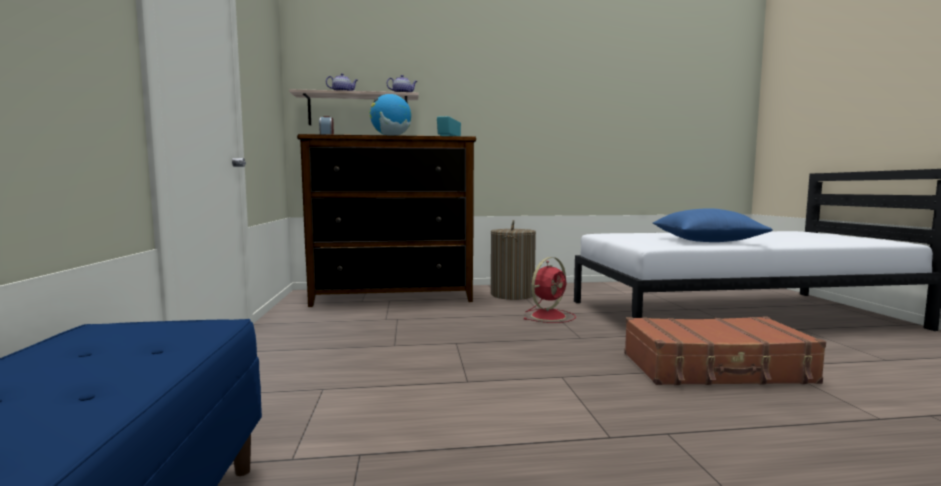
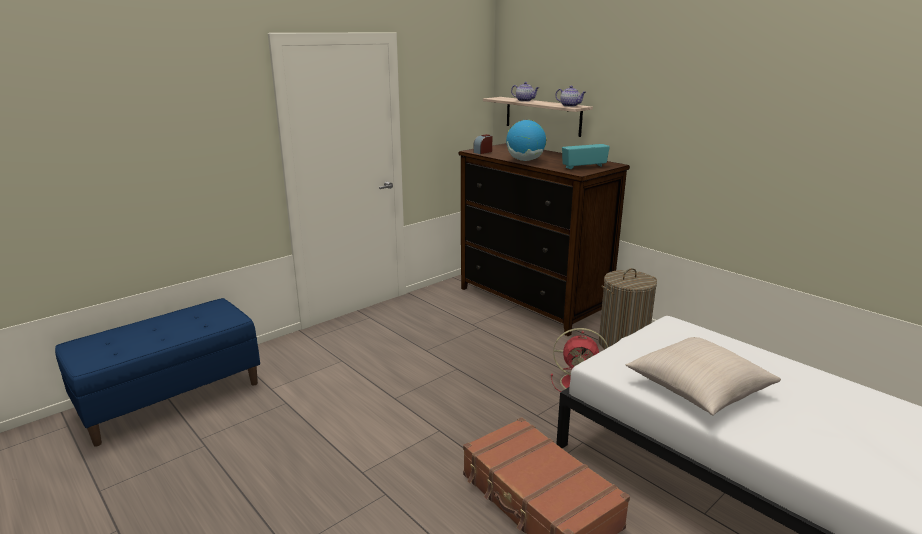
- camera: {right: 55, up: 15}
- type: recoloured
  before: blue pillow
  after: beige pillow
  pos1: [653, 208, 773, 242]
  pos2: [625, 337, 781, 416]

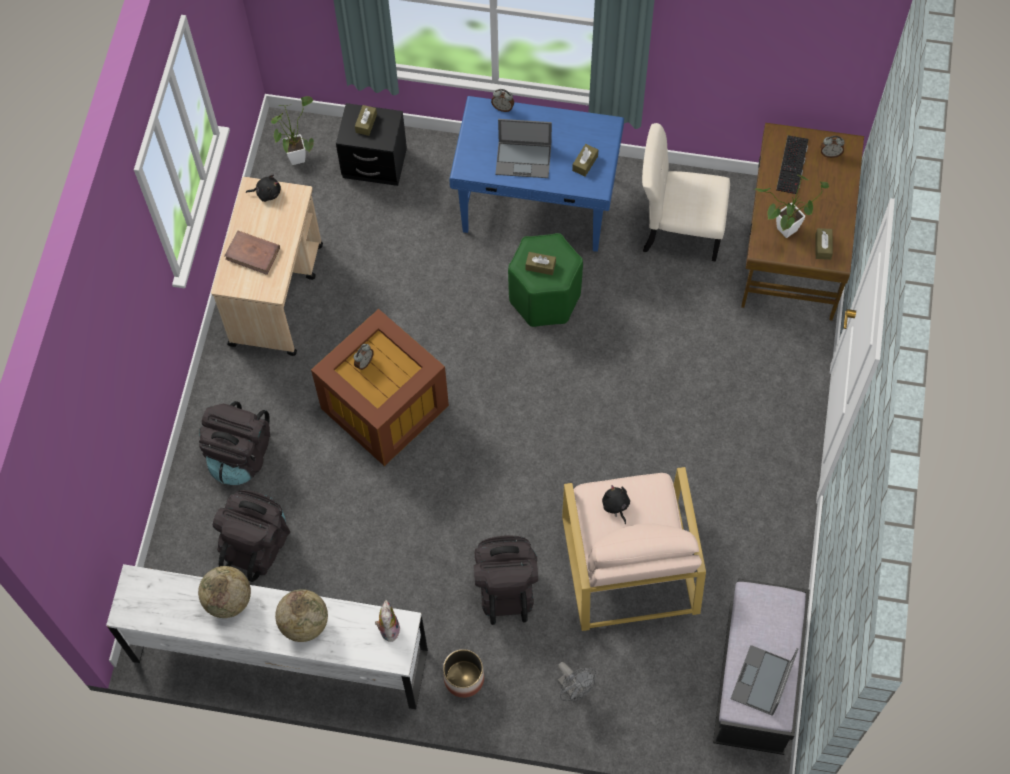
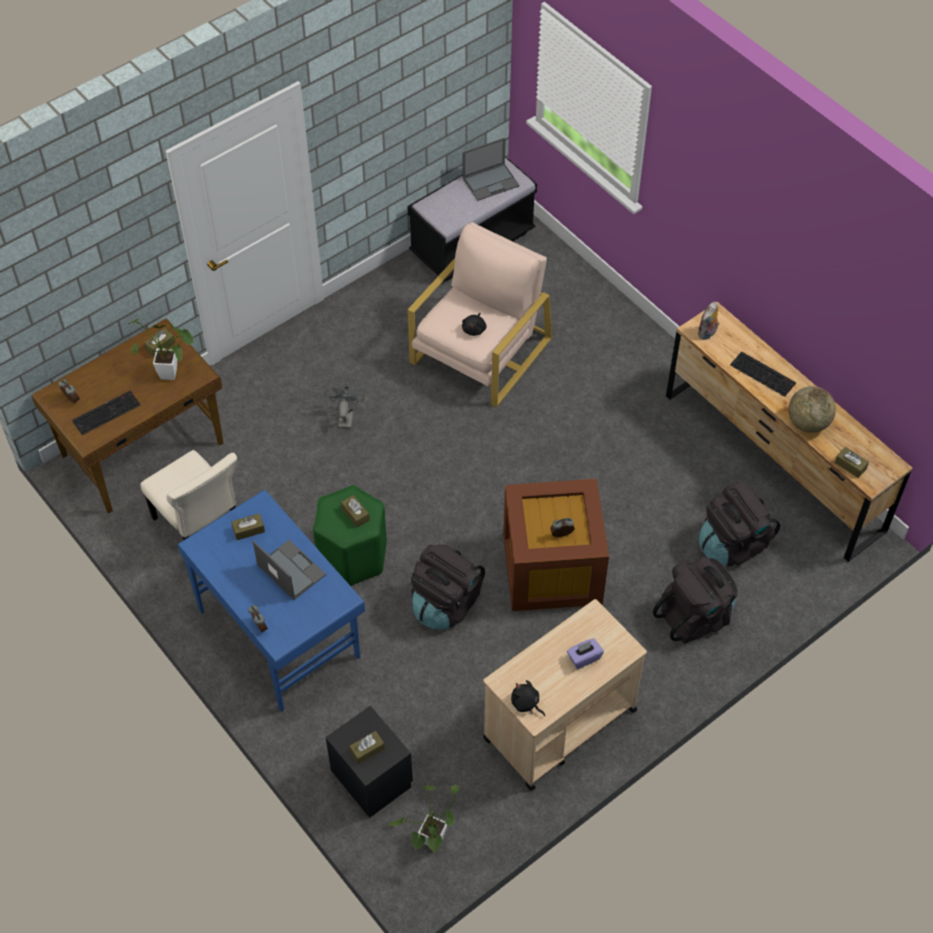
- camera: {right: -140, up: -10}
- type: recoloured
  before: white dresser
  after: brown dresser
  pos1: [106, 564, 428, 709]
  pos2: [666, 302, 912, 562]
- type: replaced
  before: brown book
  after: purple tissue box
  pos1: [224, 231, 280, 275]
  pos2: [567, 638, 604, 669]
- type: replaced
  before: globe
  after: keyboard
  pos1: [275, 589, 328, 642]
  pos2: [730, 351, 796, 397]
- type: removed
  before: planter
  pos1: [443, 649, 484, 698]
- type: moved
  before: black backpack
  pos1: [474, 536, 538, 625]
  pos2: [411, 544, 485, 630]
- type: moved
  before: grey fan
  pos1: [557, 662, 596, 701]
  pos2: [326, 383, 364, 429]
- type: added
  after: brown tissue box
  pos2: [835, 447, 869, 478]

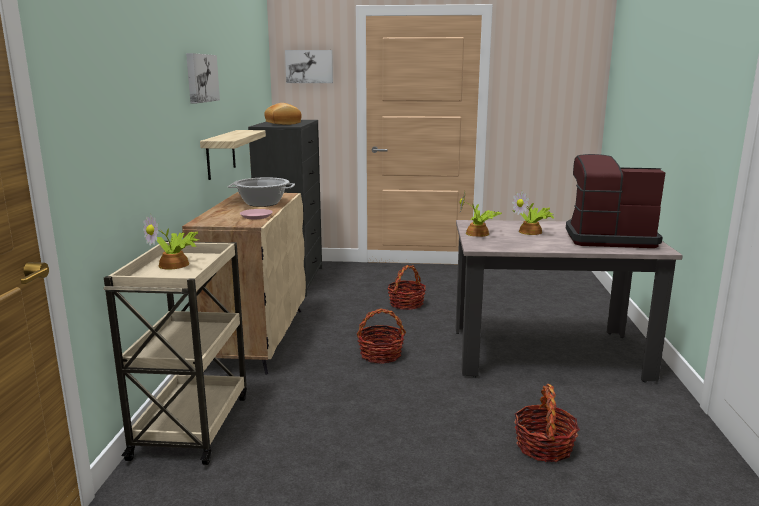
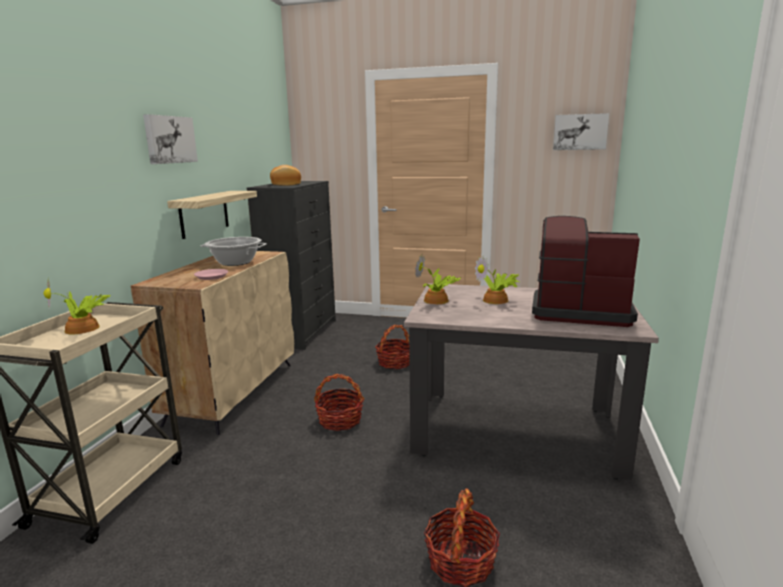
- camera: {right: 10, up: 0}
- type: moved
  before: picture
  pos1: [285, 50, 333, 83]
  pos2: [553, 113, 609, 150]

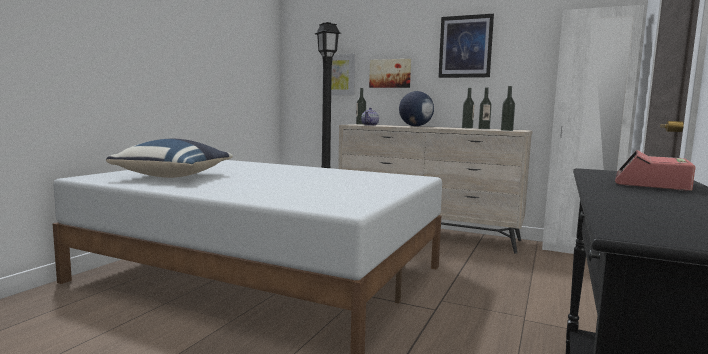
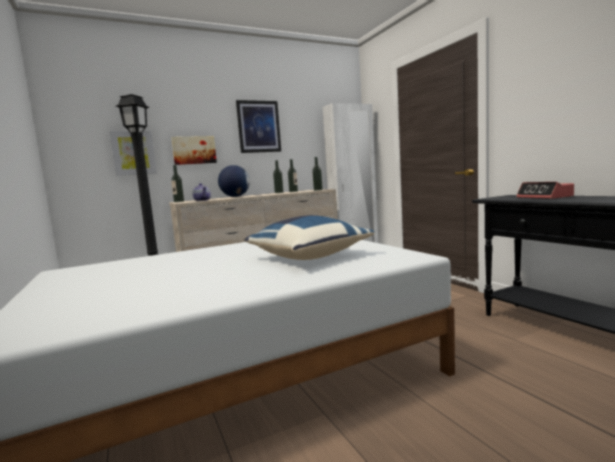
- camera: {right: -50, up: 0}
- type: moved
  before: blue pillow
  pos1: [106, 139, 233, 178]
  pos2: [245, 215, 374, 260]

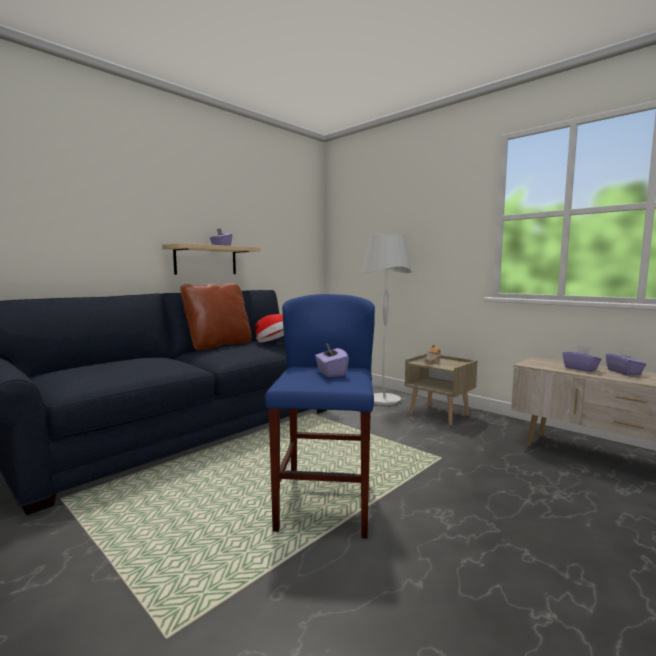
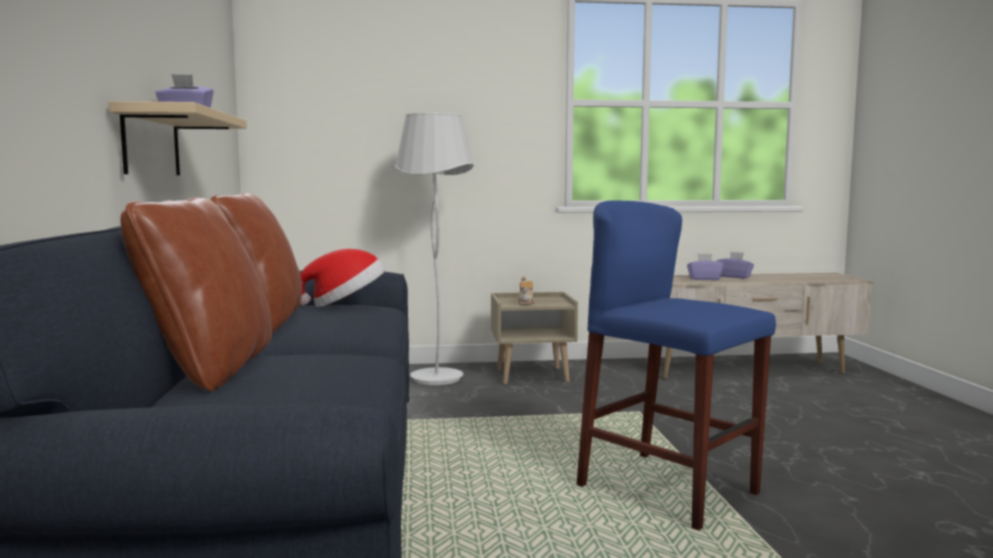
- camera: {right: -50, up: 0}
- type: removed
  before: purple tissue box
  pos1: [315, 343, 349, 377]
- type: added
  after: brown pillow
  pos2: [120, 198, 272, 392]

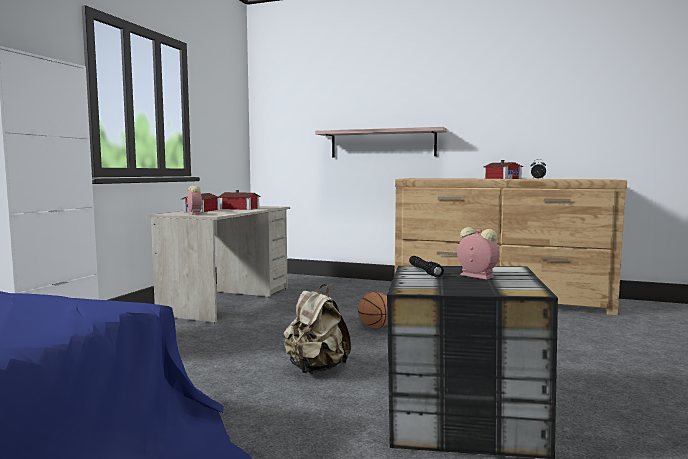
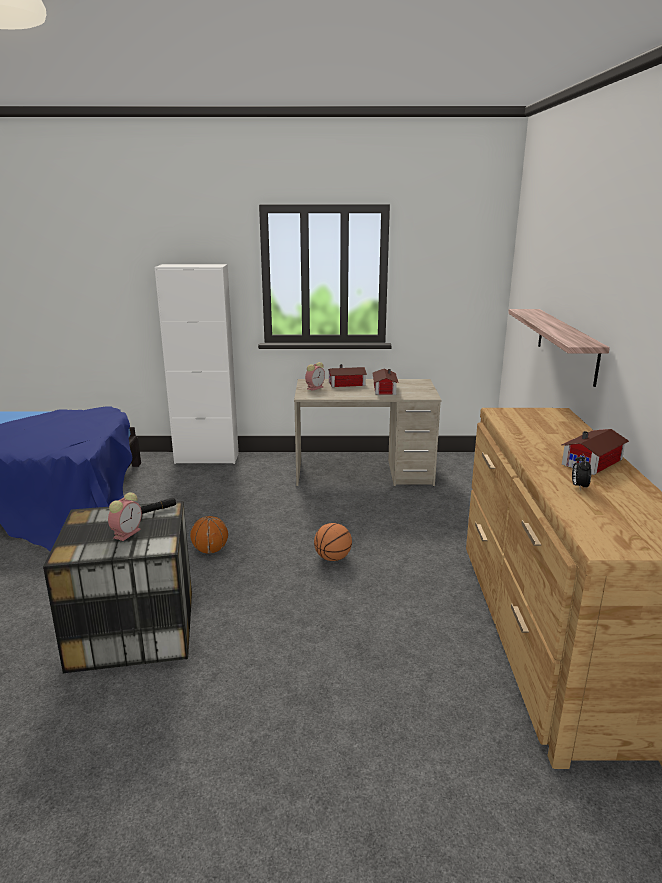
- camera: {right: 70, up: 15}
- type: replaced
  before: beige backpack
  after: basketball
  pos1: [284, 284, 351, 373]
  pos2: [190, 516, 228, 554]

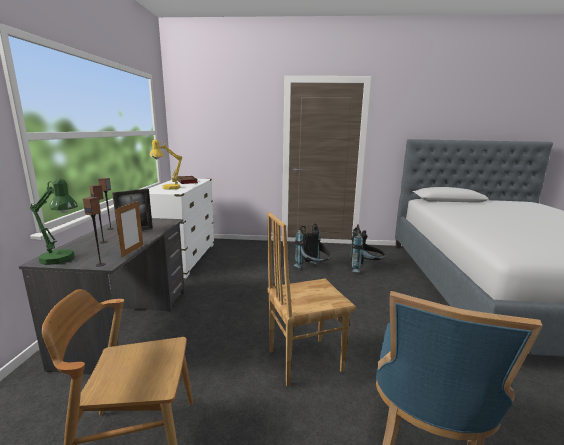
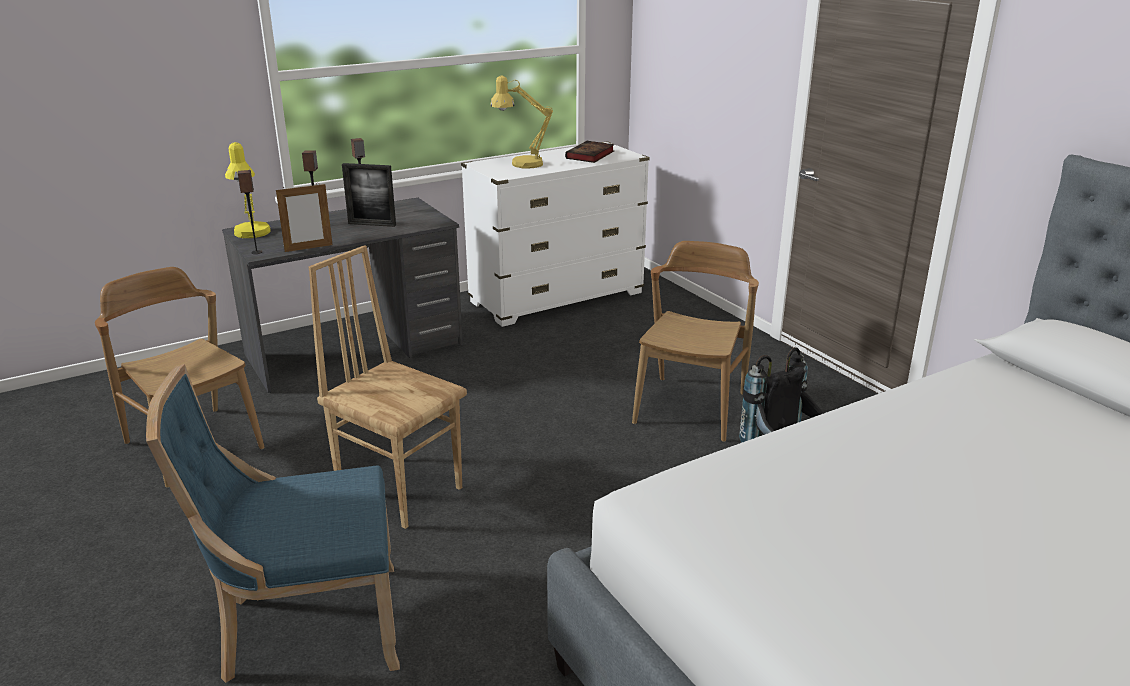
- camera: {right: 55, up: 10}
- type: recoloured
  before: green table lamp
  after: yellow table lamp
  pos1: [30, 179, 78, 265]
  pos2: [225, 142, 270, 238]
- type: replaced
  before: black backpack
  after: brown chair
  pos1: [294, 223, 331, 269]
  pos2: [632, 241, 759, 442]

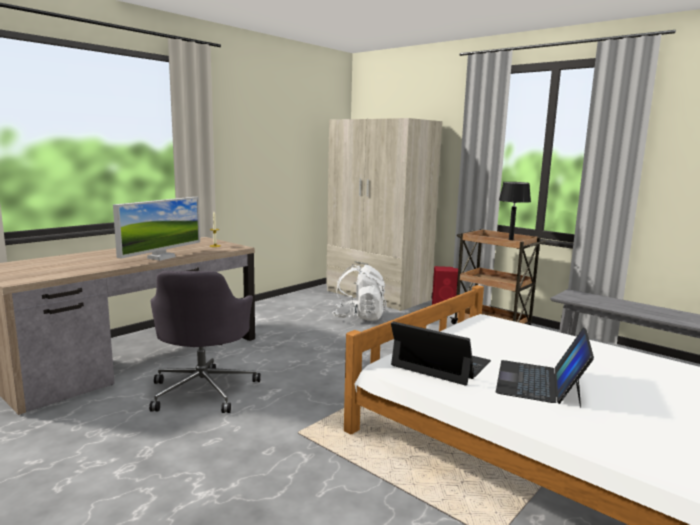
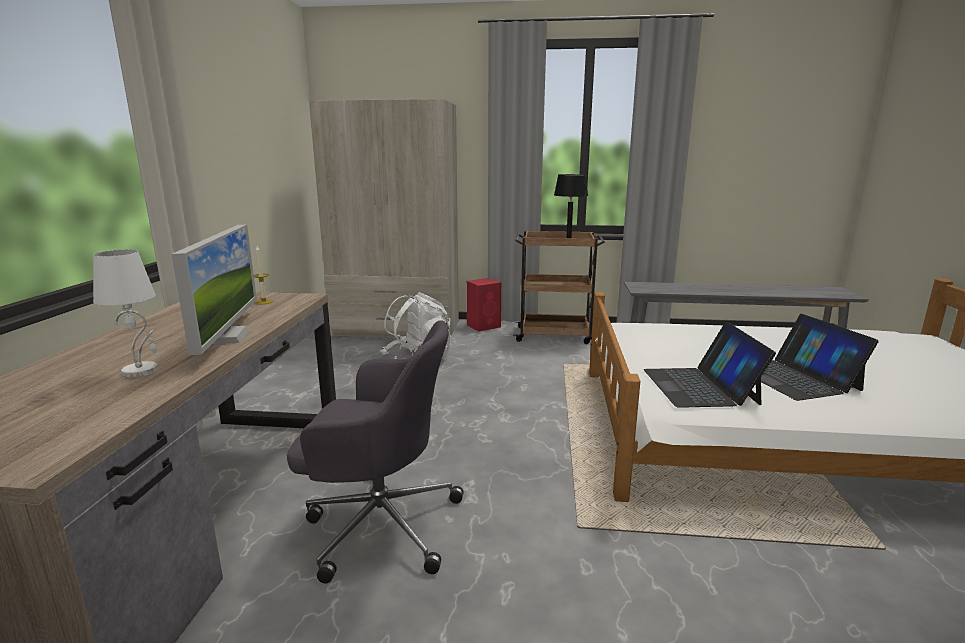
- camera: {right: -35, up: 5}
- type: turned
  before: grey office chair
  pos1: [149, 271, 261, 413]
  pos2: [287, 320, 464, 584]
  turn: -45
- type: turned
  before: laptop
  pos1: [391, 321, 491, 385]
  pos2: [644, 322, 776, 408]
  turn: -90
- type: added
  after: white table lamp
  pos2: [93, 250, 158, 378]

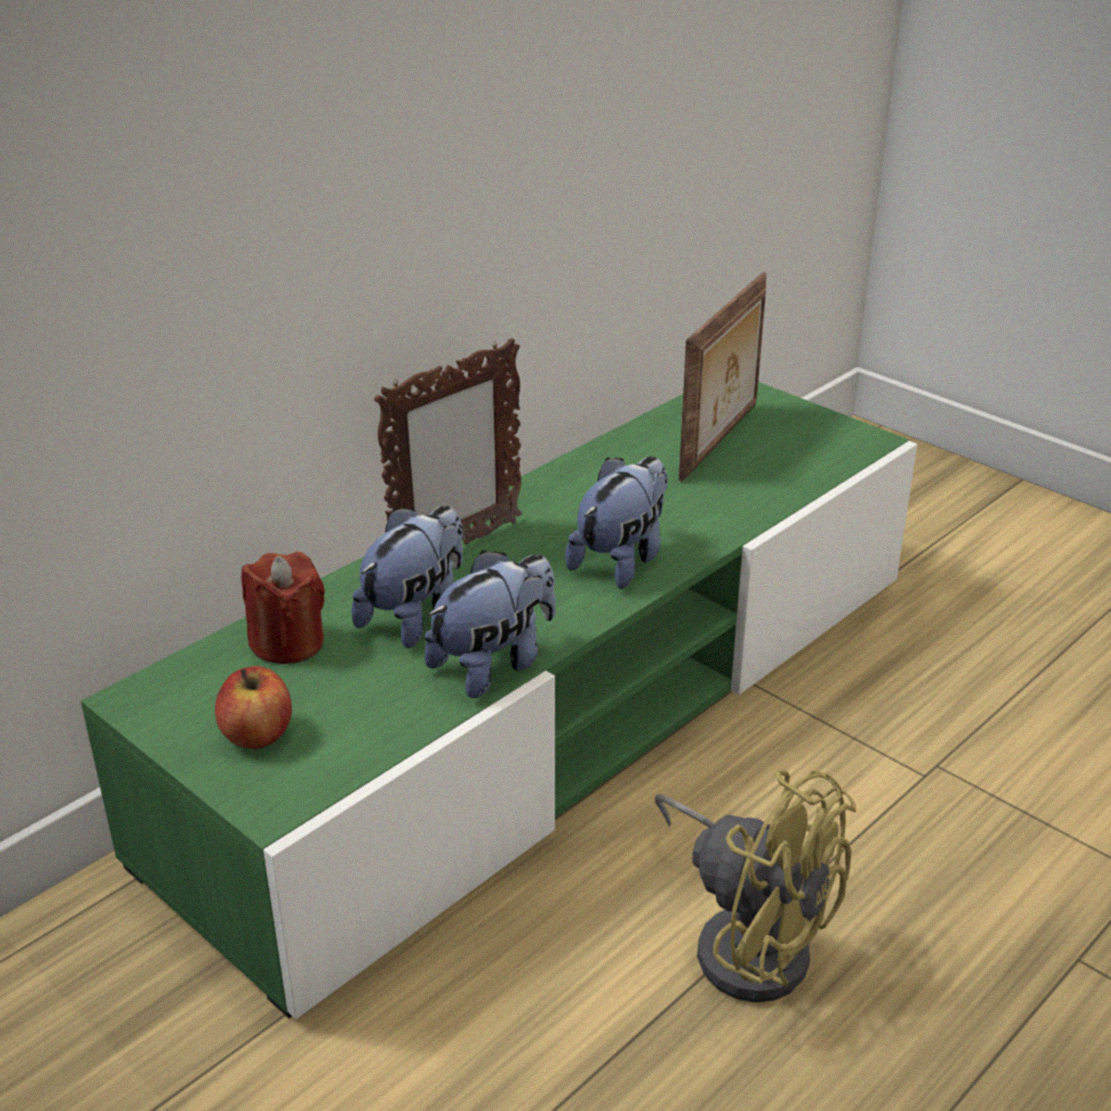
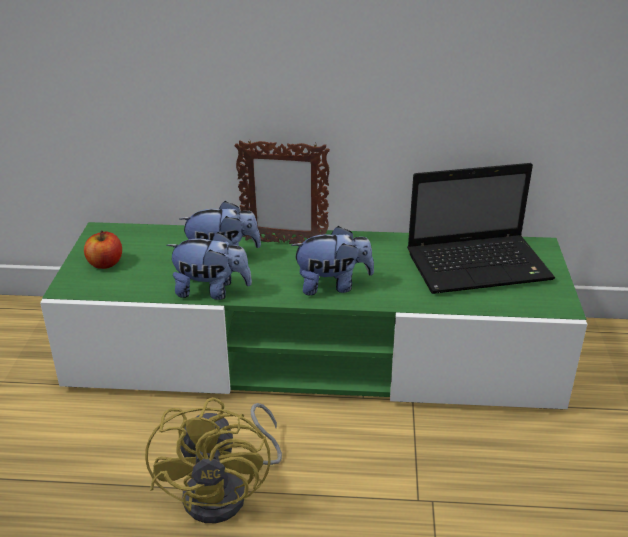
- camera: {right: 50, up: 0}
- type: removed
  before: red candle
  pos1: [241, 551, 325, 664]
- type: replaced
  before: picture frame
  after: laptop
  pos1: [679, 272, 766, 482]
  pos2: [407, 163, 555, 294]

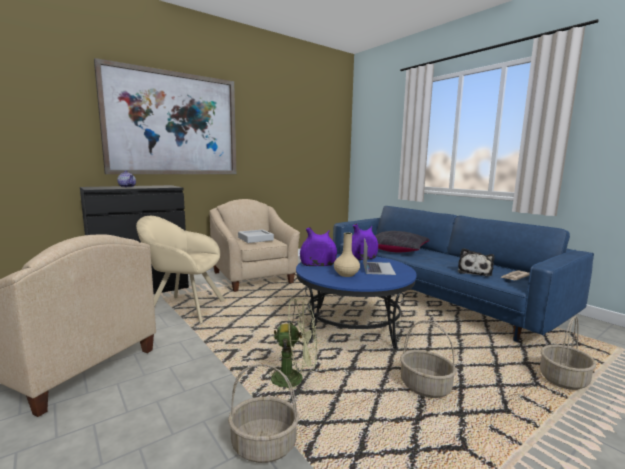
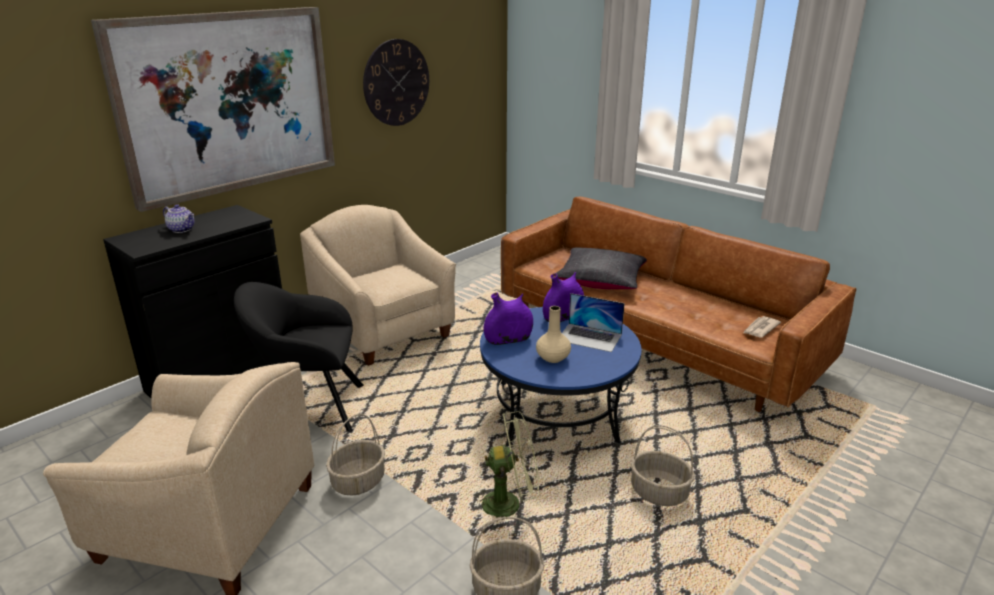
- camera: {right: -10, up: 15}
- type: recoloured
  before: beige armchair
  after: black armchair
  pos1: [136, 216, 225, 323]
  pos2: [234, 282, 364, 432]
- type: removed
  before: grey tray
  pos1: [238, 229, 274, 243]
- type: recoloured
  before: blue sofa
  after: brown sofa
  pos1: [333, 206, 594, 342]
  pos2: [501, 197, 856, 412]
- type: turned
  before: laptop
  pos1: [363, 238, 396, 275]
  pos2: [562, 293, 625, 352]
  turn: 120
- type: removed
  before: plush toy
  pos1: [458, 248, 495, 276]
- type: moved
  before: basket
  pos1: [540, 316, 596, 390]
  pos2: [326, 414, 385, 496]
- type: added
  after: wall clock
  pos2: [363, 39, 429, 126]

